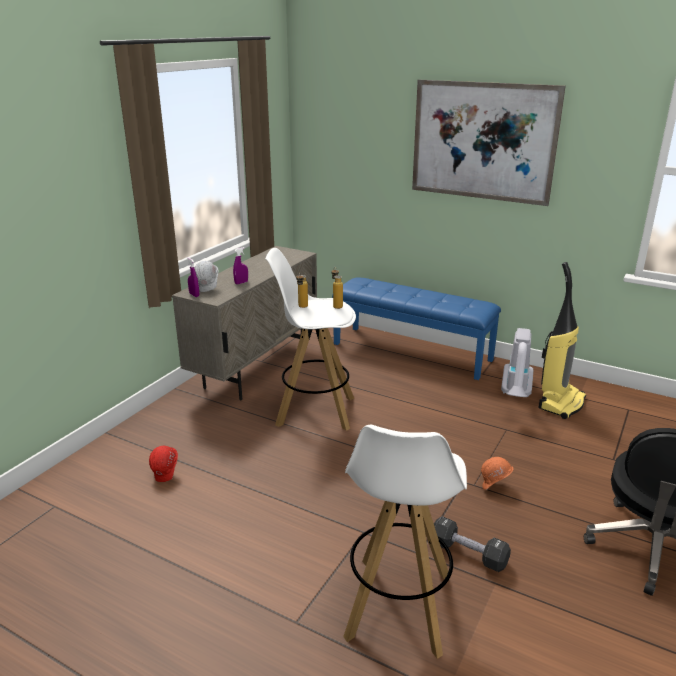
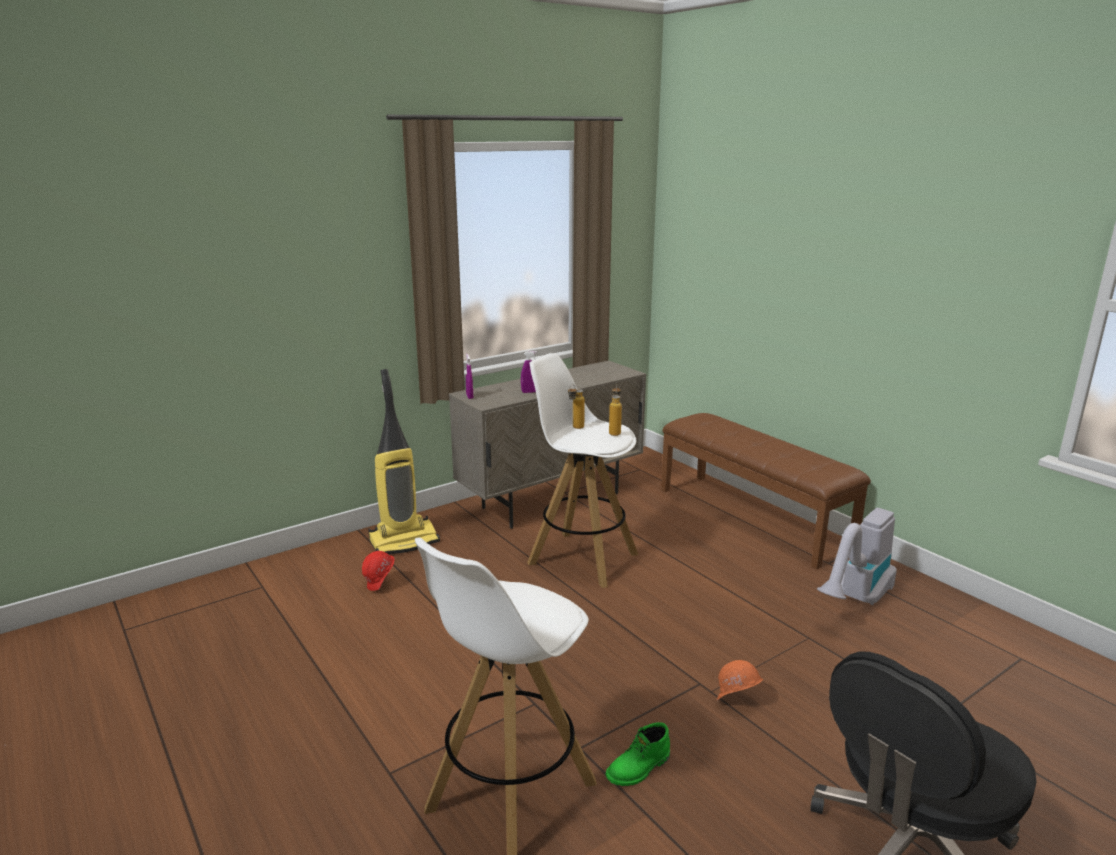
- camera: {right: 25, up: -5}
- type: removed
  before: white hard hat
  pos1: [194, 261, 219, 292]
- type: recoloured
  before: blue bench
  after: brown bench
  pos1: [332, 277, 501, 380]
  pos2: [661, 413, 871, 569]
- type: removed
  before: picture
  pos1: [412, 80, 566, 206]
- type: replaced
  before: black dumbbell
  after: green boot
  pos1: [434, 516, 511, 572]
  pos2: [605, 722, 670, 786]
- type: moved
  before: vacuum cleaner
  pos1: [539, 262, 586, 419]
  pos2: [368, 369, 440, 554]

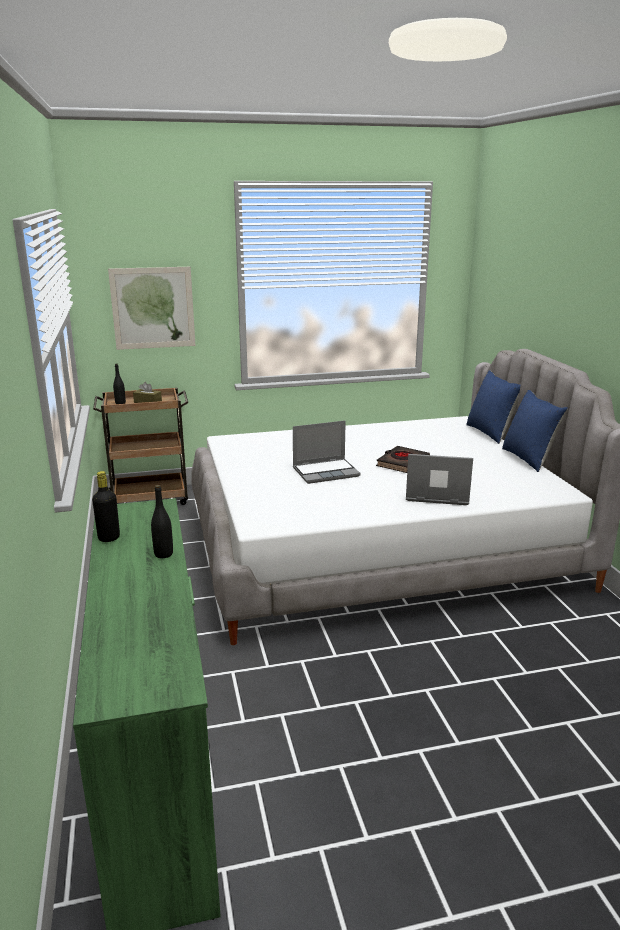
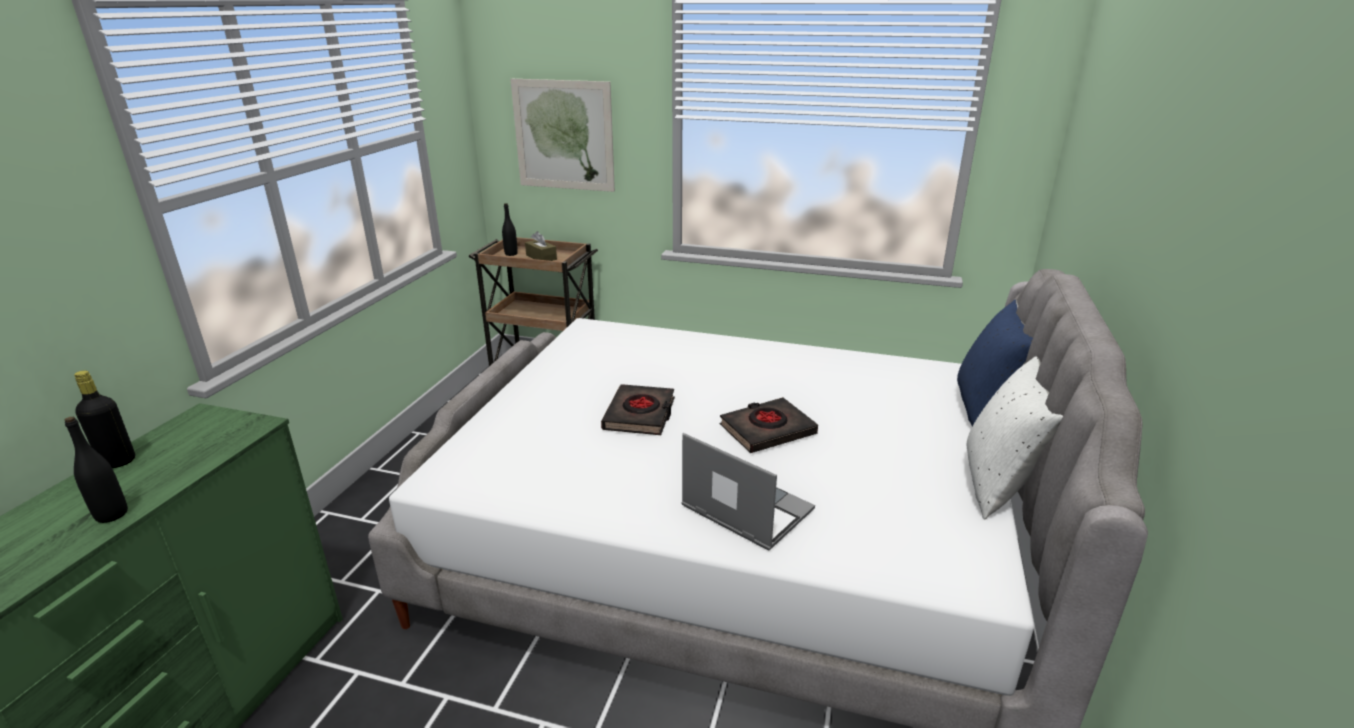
- camera: {right: 30, up: 5}
- type: replaced
  before: laptop
  after: black book
  pos1: [293, 421, 361, 484]
  pos2: [601, 384, 675, 435]
- type: recoloured
  before: blue pillow
  after: white pillow
  pos1: [502, 390, 568, 472]
  pos2: [967, 356, 1063, 520]

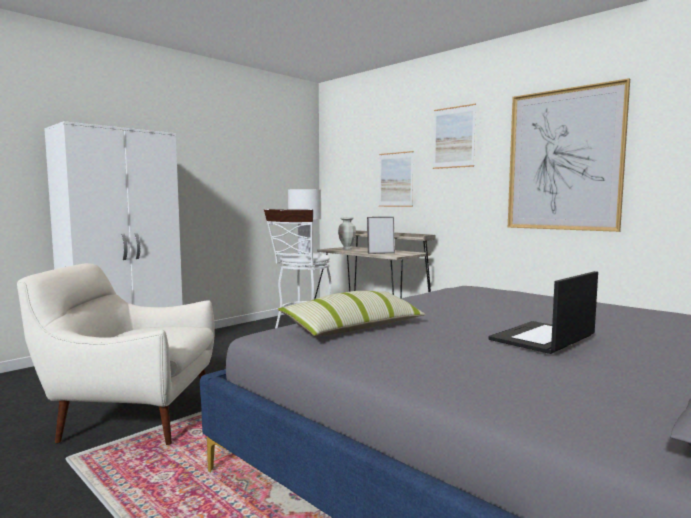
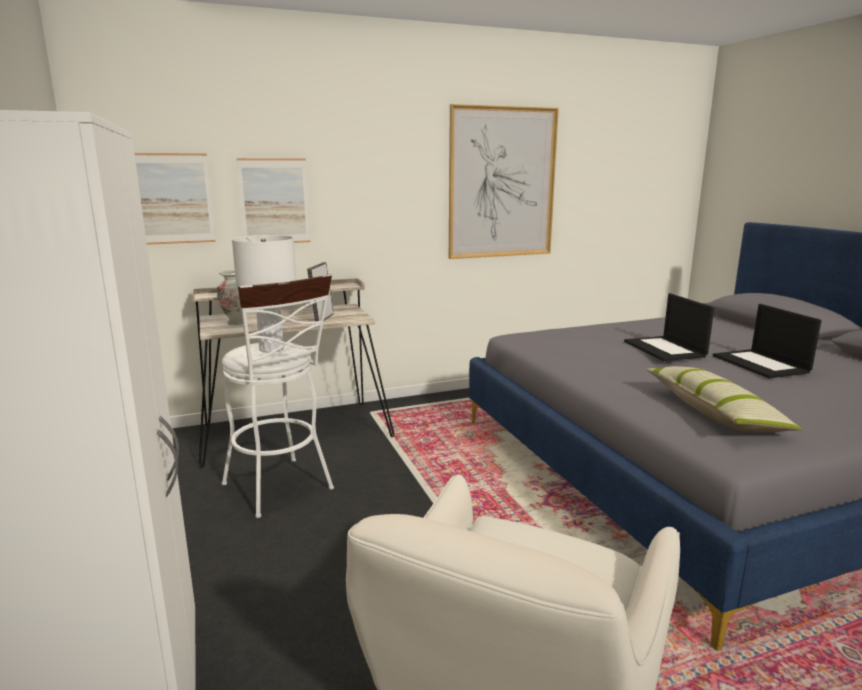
- camera: {right: -65, up: 10}
- type: moved
  before: picture
  pos1: [433, 104, 476, 169]
  pos2: [135, 153, 216, 245]
- type: added
  after: laptop
  pos2: [624, 293, 714, 361]

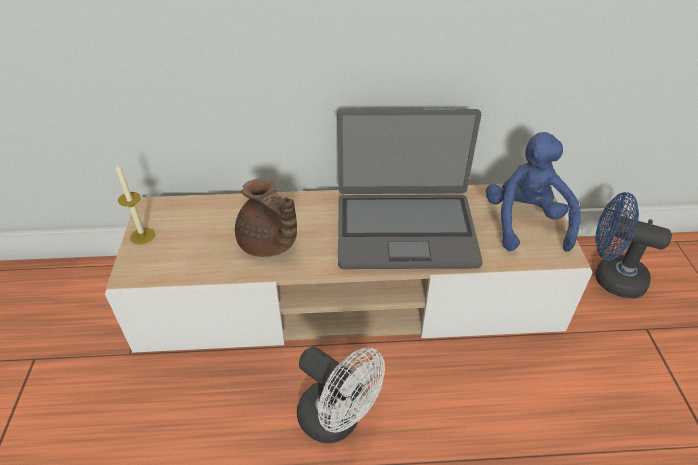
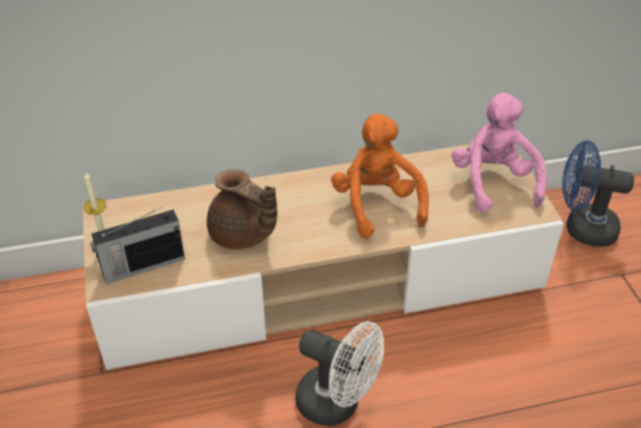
- camera: {right: -10, up: 0}
- type: replaced
  before: laptop
  after: orange plush toy
  pos1: [337, 109, 483, 269]
  pos2: [331, 113, 429, 239]
- type: recoloured
  before: blue plush toy
  after: pink plush toy
  pos1: [486, 132, 581, 252]
  pos2: [452, 93, 547, 213]
- type: added
  after: radio
  pos2: [90, 207, 185, 284]

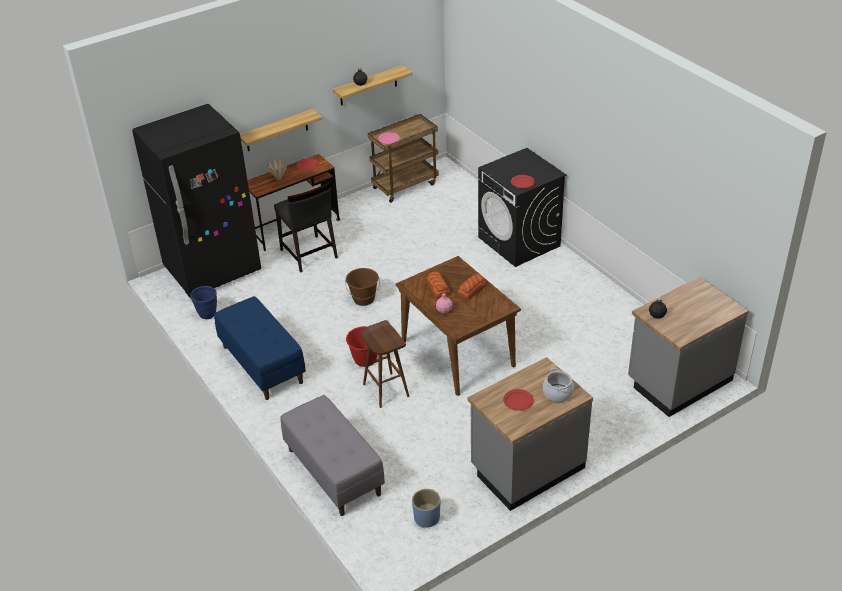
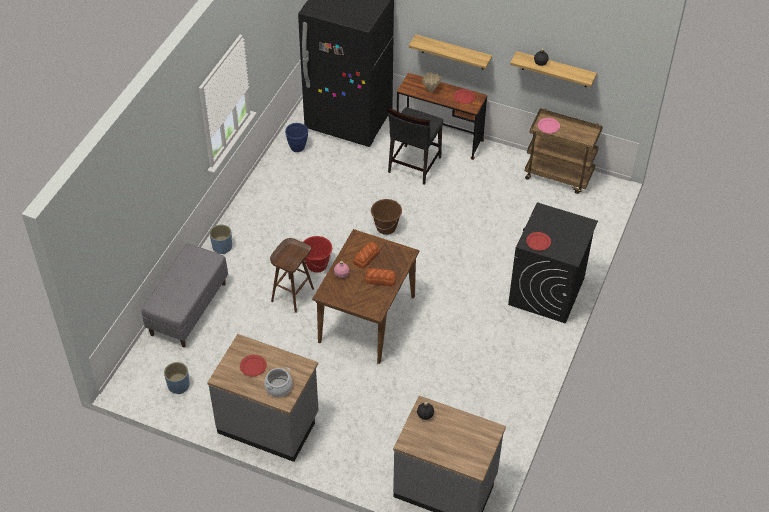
- camera: {right: 55, up: 10}
- type: removed
  before: blue bench
  pos1: [214, 296, 306, 400]
- type: added
  after: blue planter
  pos2: [209, 225, 232, 254]

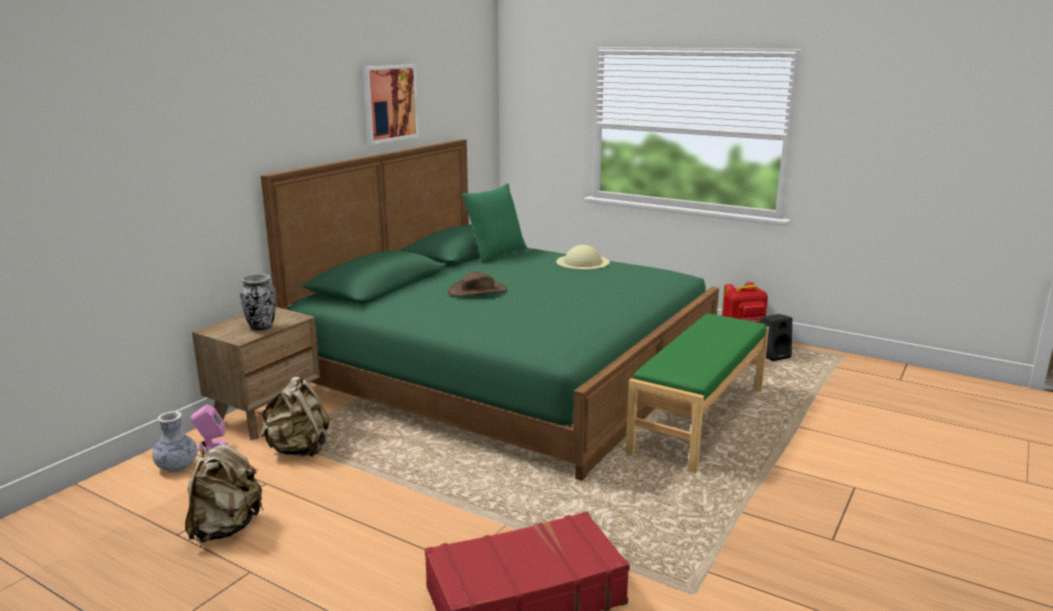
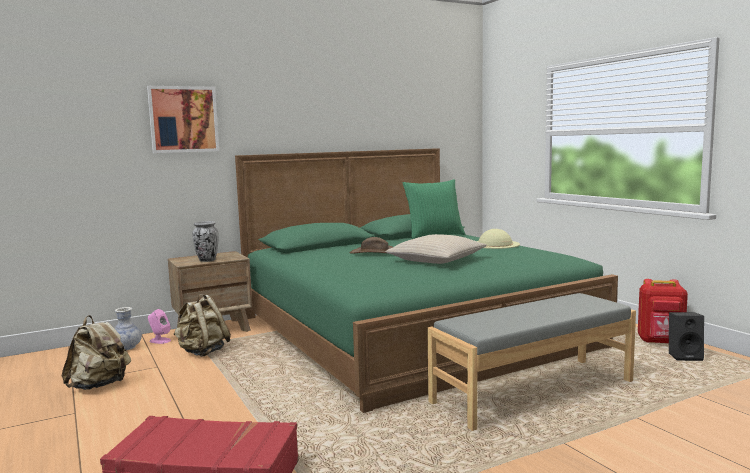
- camera: {right: 30, up: -10}
- type: moved
  before: picture
  pos1: [363, 64, 419, 144]
  pos2: [147, 86, 219, 153]
- type: recoloured
  before: green bench
  after: grey bench
  pos1: [626, 313, 769, 473]
  pos2: [427, 293, 636, 431]
- type: added
  after: beige pillow
  pos2: [385, 234, 487, 264]

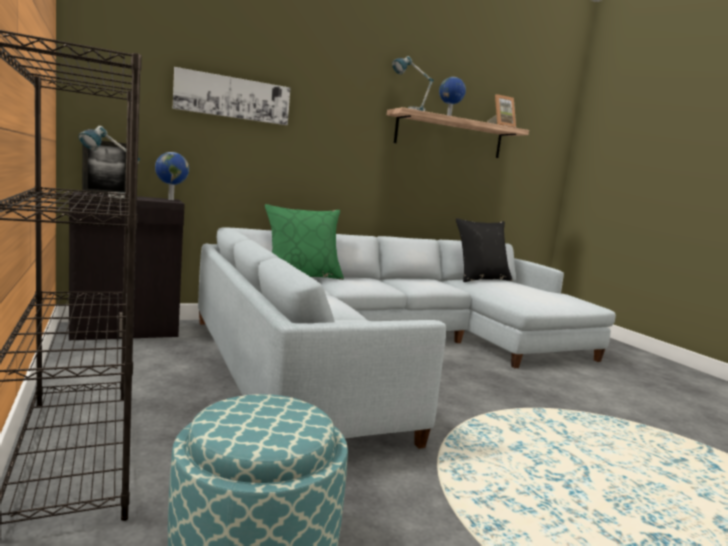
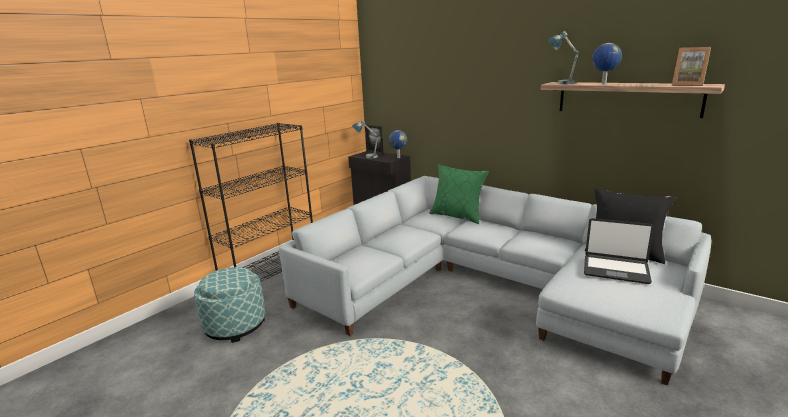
- camera: {right: 65, up: 10}
- type: removed
  before: picture
  pos1: [173, 67, 290, 125]
- type: added
  after: laptop
  pos2: [584, 218, 654, 284]

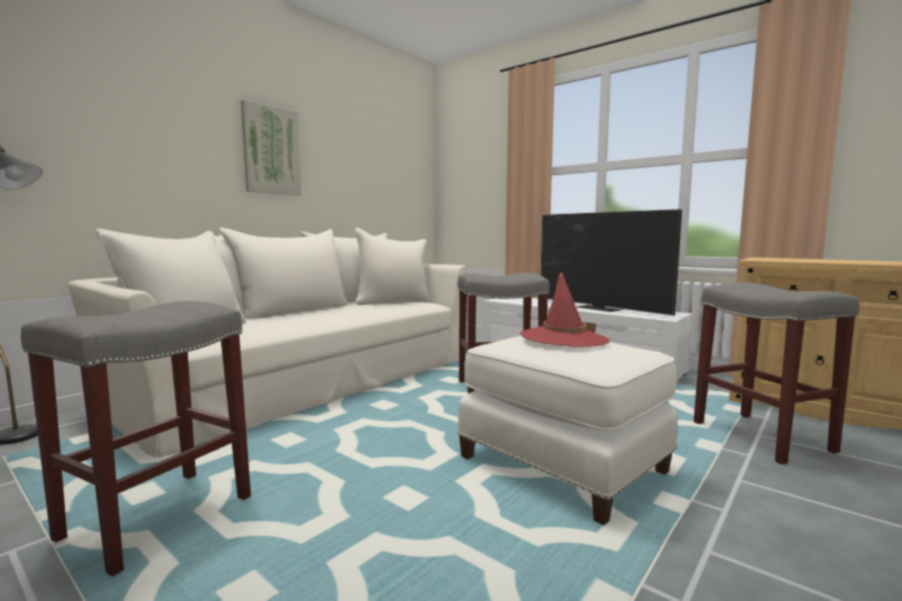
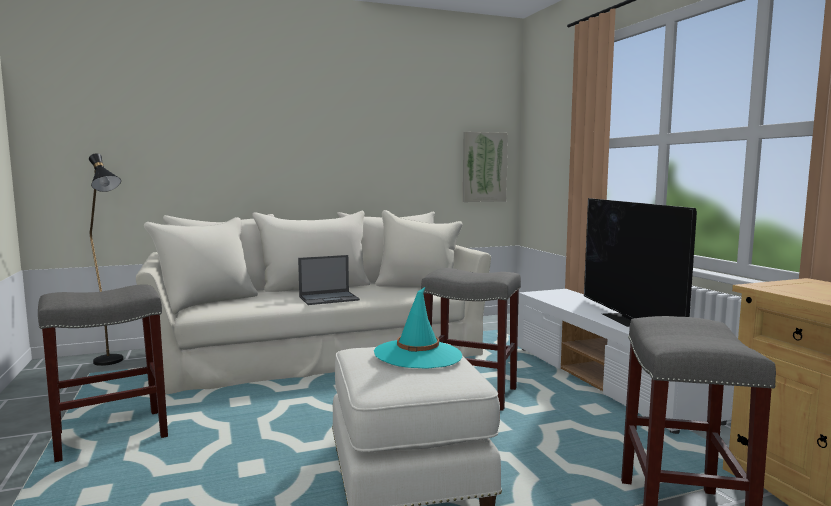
- camera: {right: 30, up: 0}
- type: moved
  before: picture
  pos1: [241, 100, 301, 195]
  pos2: [463, 132, 508, 202]
- type: recoloured
  before: red hat
  after: turquoise hat
  pos1: [520, 272, 610, 347]
  pos2: [374, 287, 462, 369]
- type: added
  after: laptop
  pos2: [298, 255, 360, 305]

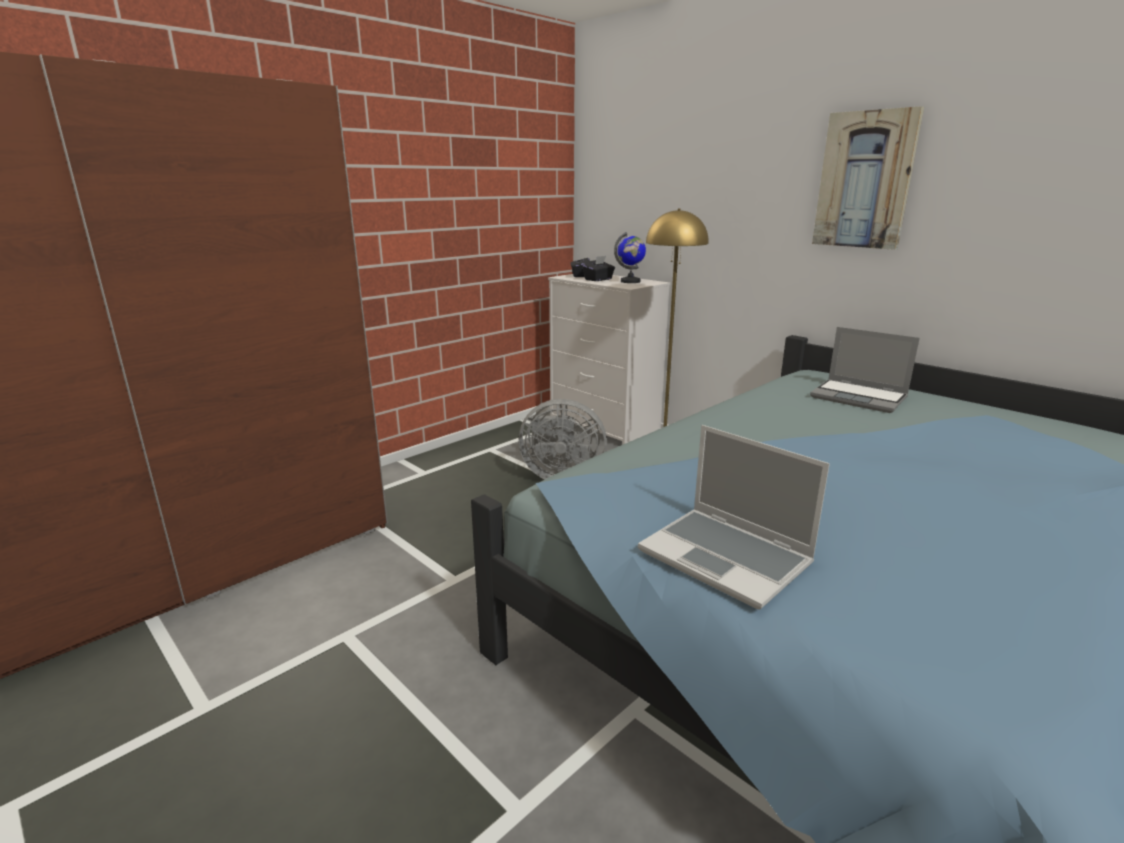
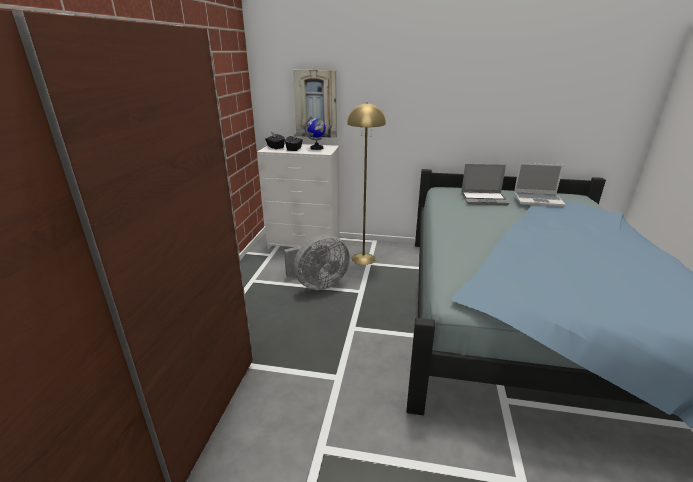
- camera: {right: -35, up: 5}
- type: moved
  before: laptop
  pos1: [638, 425, 830, 610]
  pos2: [514, 163, 566, 207]
- type: moved
  before: picture
  pos1: [812, 106, 924, 250]
  pos2: [293, 70, 337, 138]

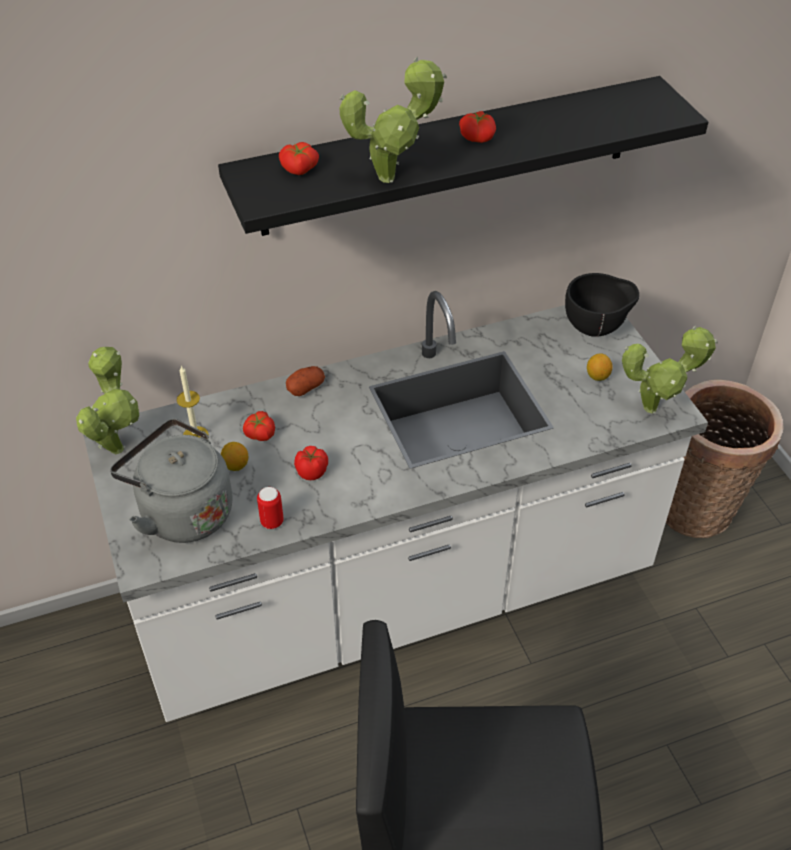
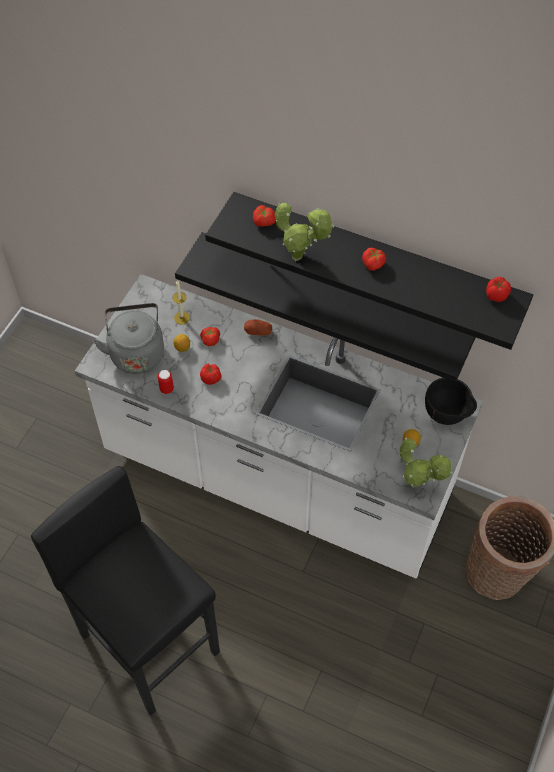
- camera: {right: 45, up: 10}
- type: removed
  before: potted plant
  pos1: [76, 347, 140, 454]
- type: added
  after: black shelf
  pos2: [175, 232, 476, 382]
- type: added
  after: tomato
  pos2: [486, 277, 511, 302]

